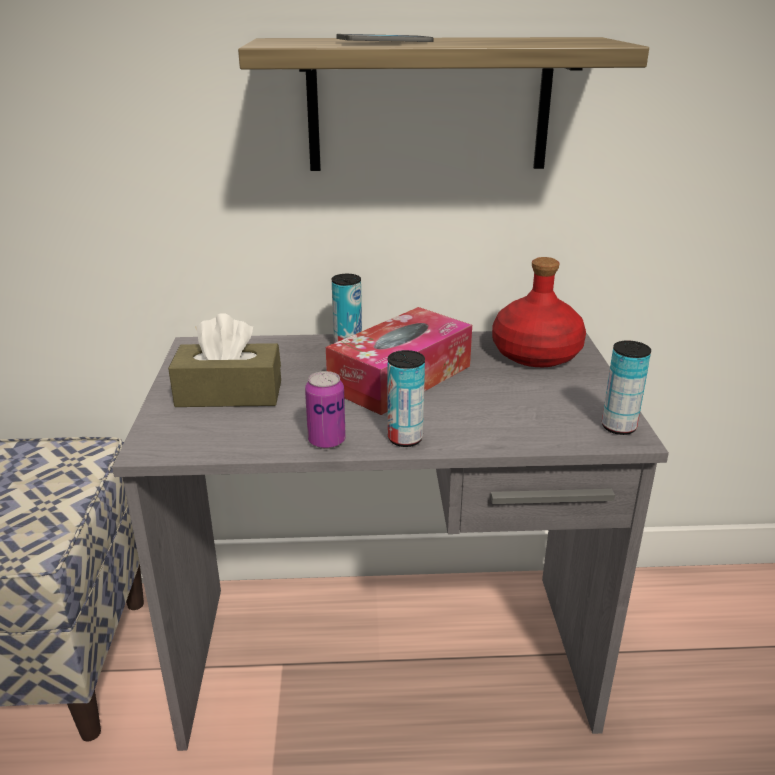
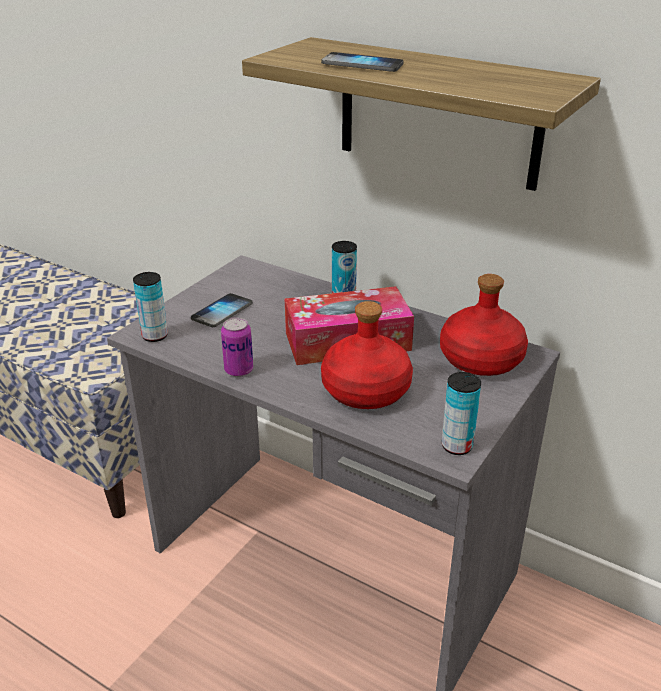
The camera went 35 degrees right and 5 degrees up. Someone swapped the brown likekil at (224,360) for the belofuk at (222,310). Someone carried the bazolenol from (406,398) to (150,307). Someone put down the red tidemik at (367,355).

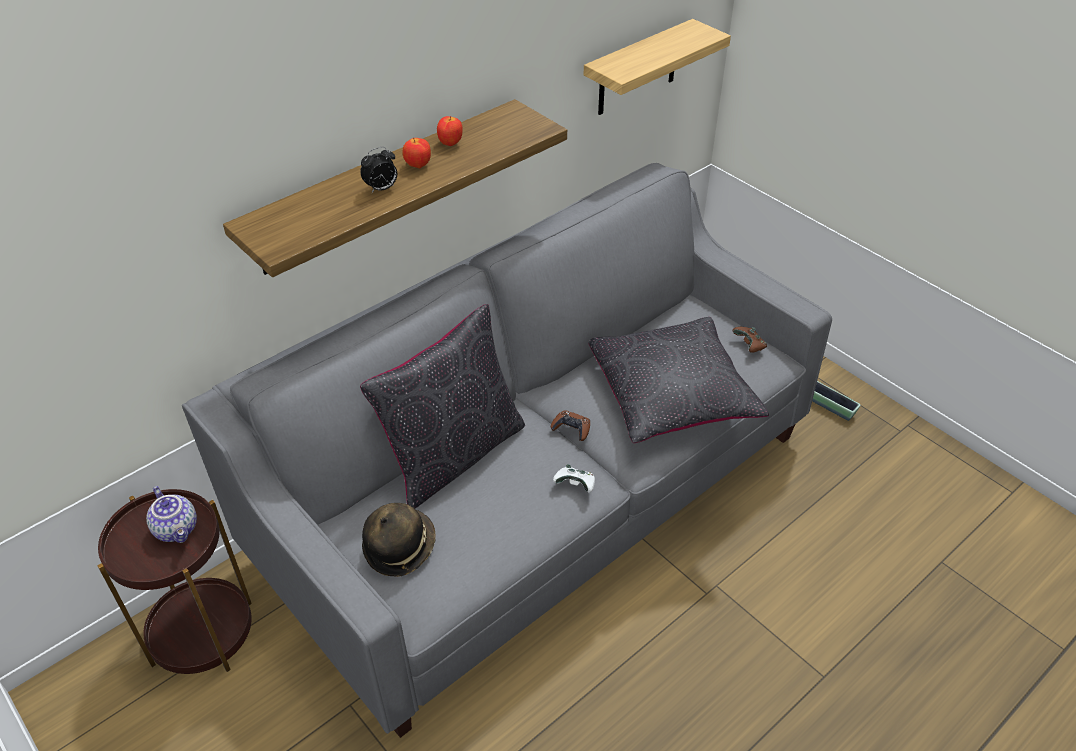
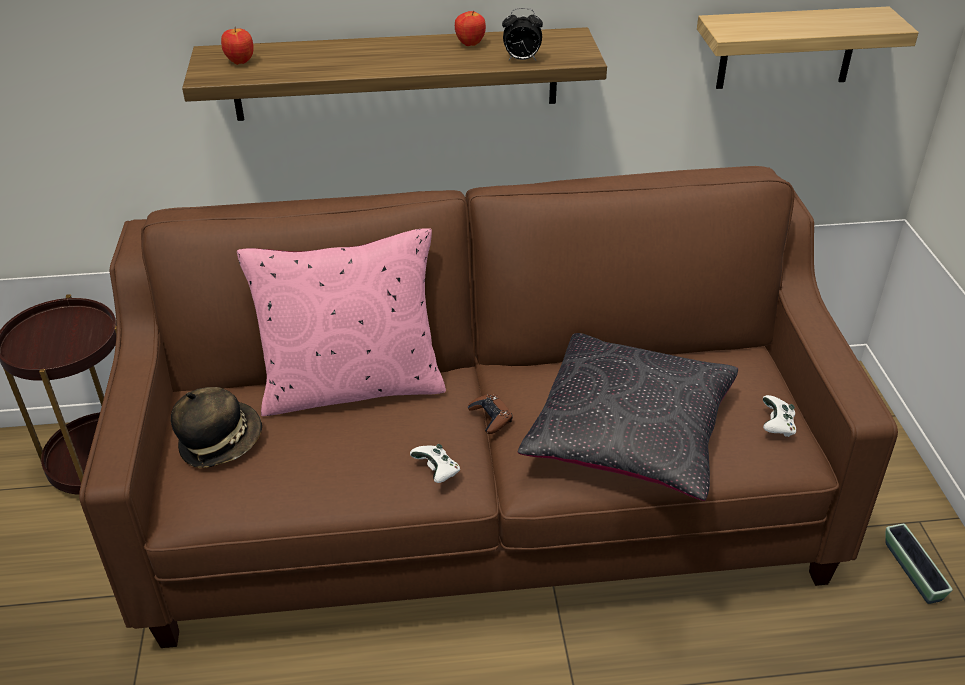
The camera went 35 degrees right and 5 degrees down. Someone took away the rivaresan at (171,514). Someone repainted the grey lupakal at (507,450), which became the brown lupakal at (488,407). Someone carried the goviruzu from (378,170) to (522,34). Someone repainted the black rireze at (442,406), which became the pink rireze at (341,322). Someone carried the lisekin from (416,153) to (237,46). Someone repainted the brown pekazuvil at (750,340), which became the white pekazuvil at (779,416).

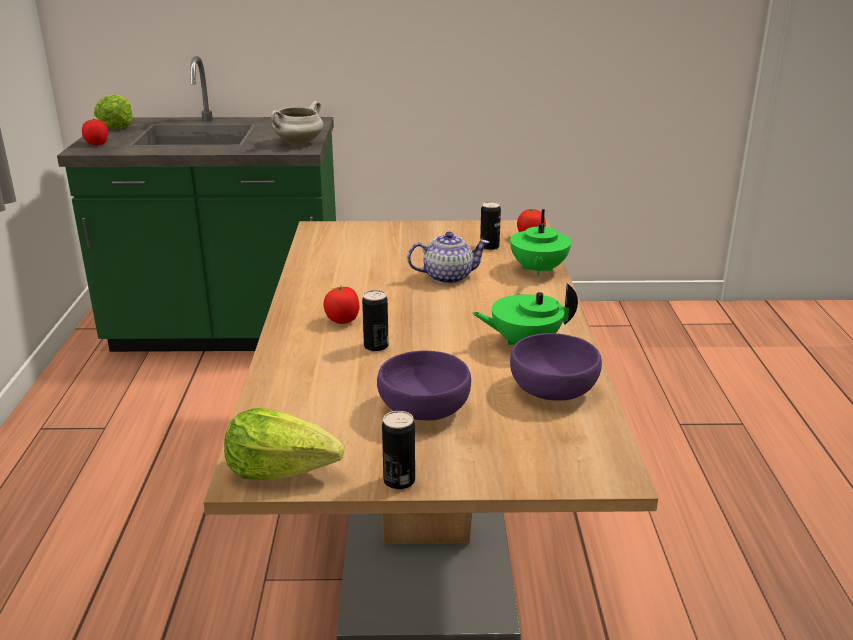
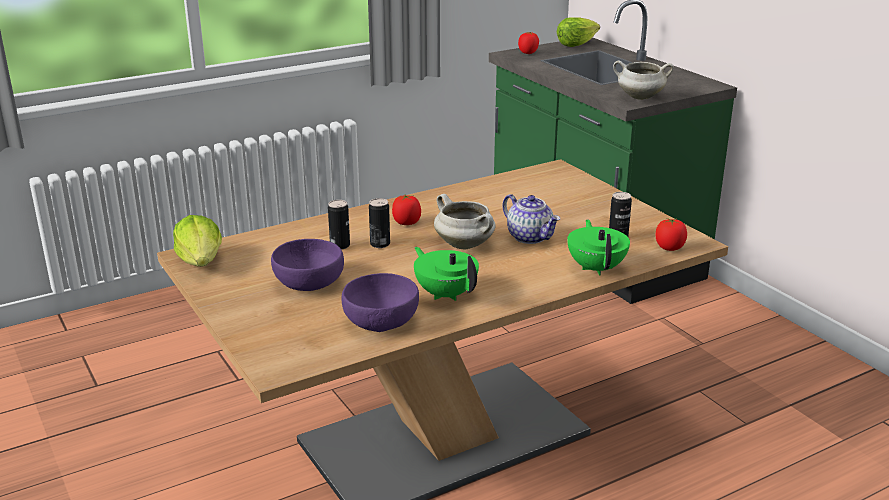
The camera went 60 degrees right and 0 degrees up. Someone carried the bazolenol from (398,450) to (339,225). Someone rotated the green rivaresan at (540,242) by 105 degrees clockwise. Someone put down the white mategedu at (465,221).

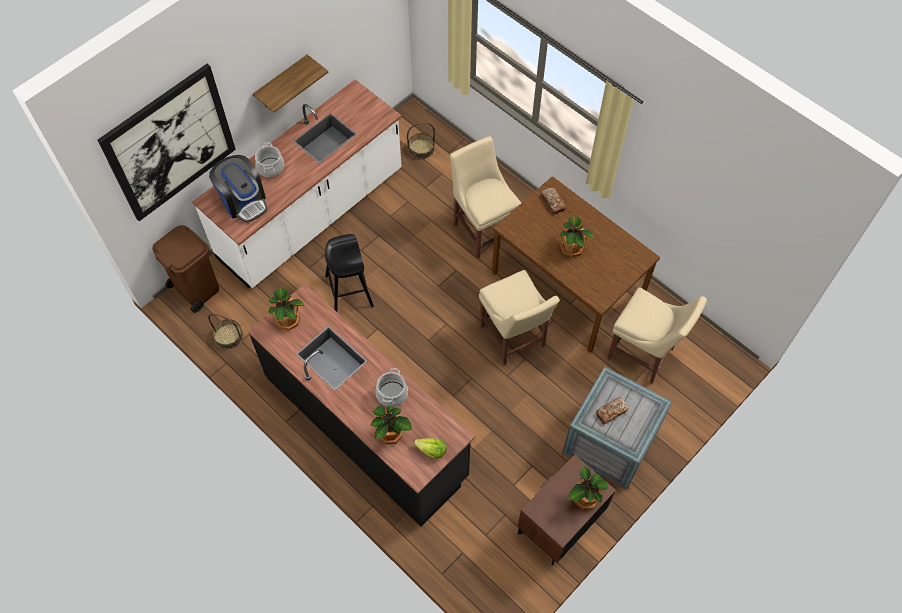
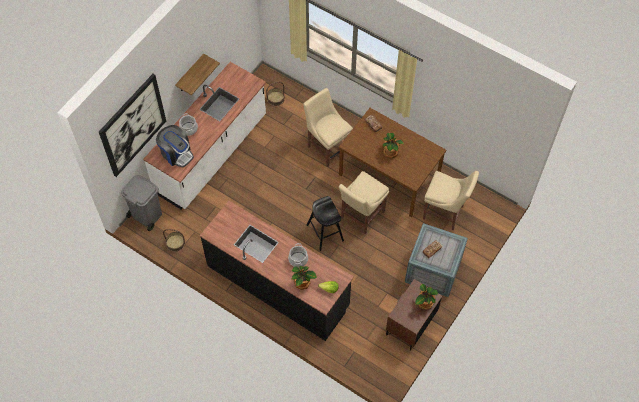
The camera went 10 degrees left and 0 degrees up. Someone repainted the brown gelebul at (185,269), which became the grey gelebul at (141,203). Someone took away the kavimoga at (287,309). Someone carried the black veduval from (349,273) to (325,223). Someone rotated the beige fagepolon at (519,317) by 75 degrees clockwise.

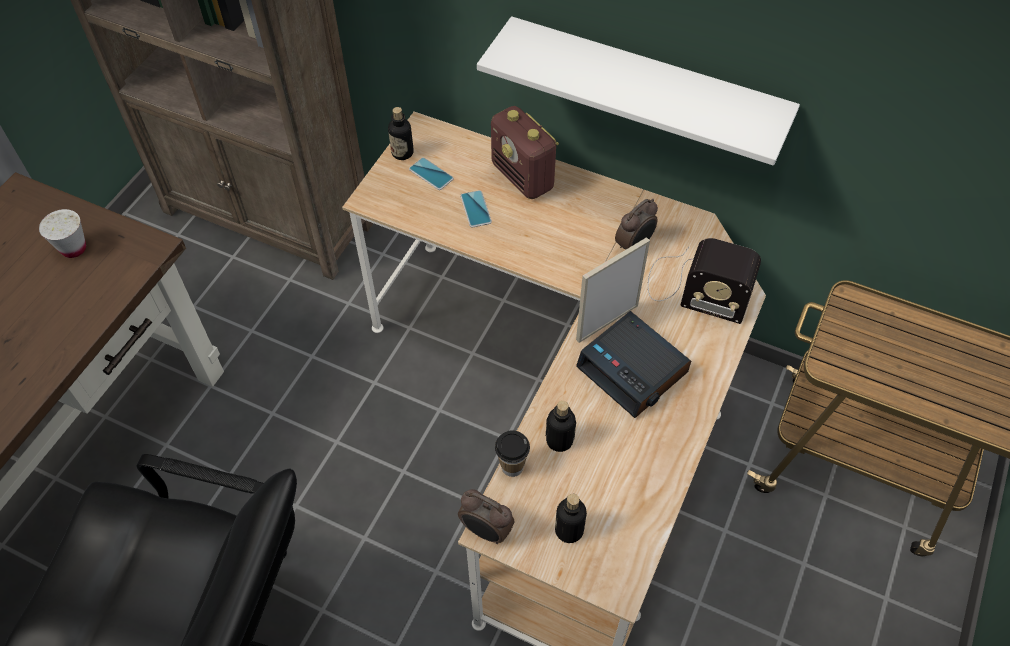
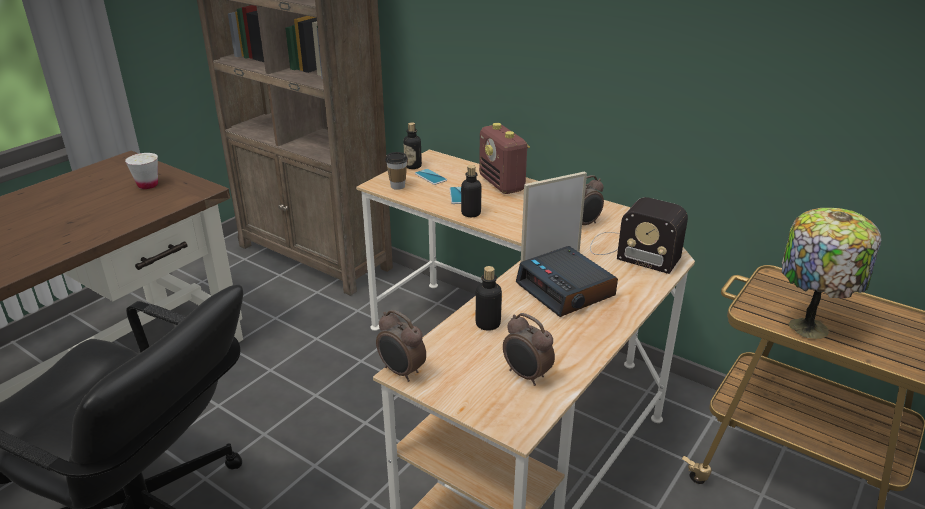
The camera went 10 degrees right and 25 degrees down. Someone took away the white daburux at (638,91). Someone carried the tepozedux from (512,453) to (396,171). Someone carried the tidemik from (571,518) to (471,191). Someone put down the goviruzu at (529,349). Someone put down the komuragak at (831,273).

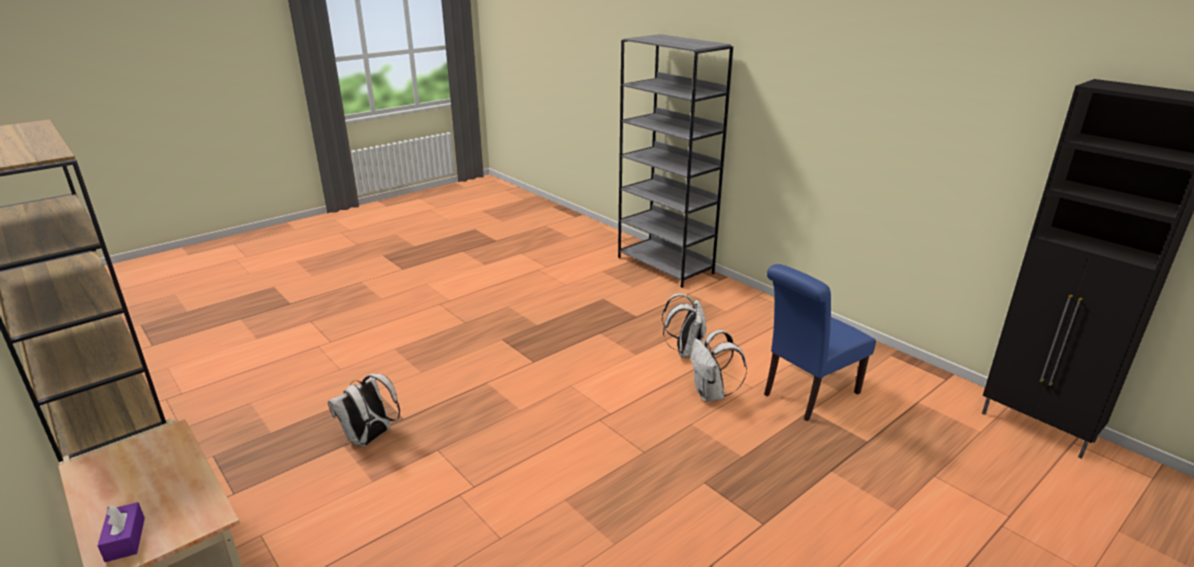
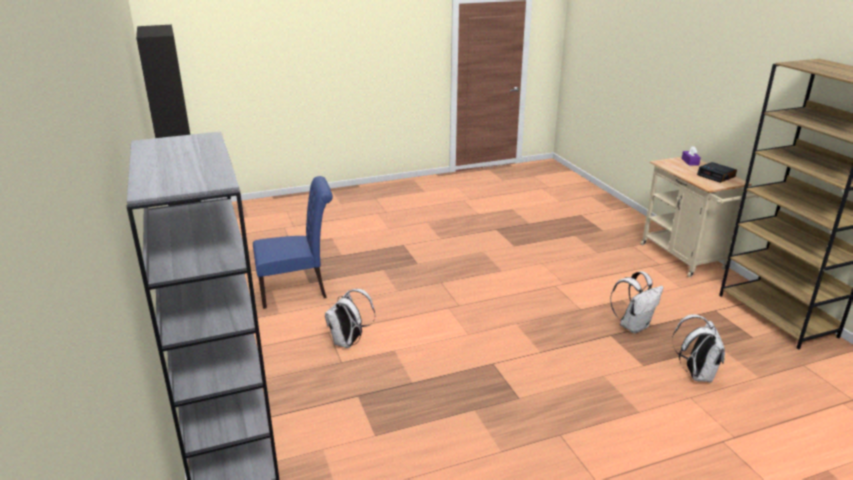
The camera went 160 degrees left and 0 degrees up. Someone carried the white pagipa from (719,366) to (698,348). Someone put down the goviruzu at (717,172).

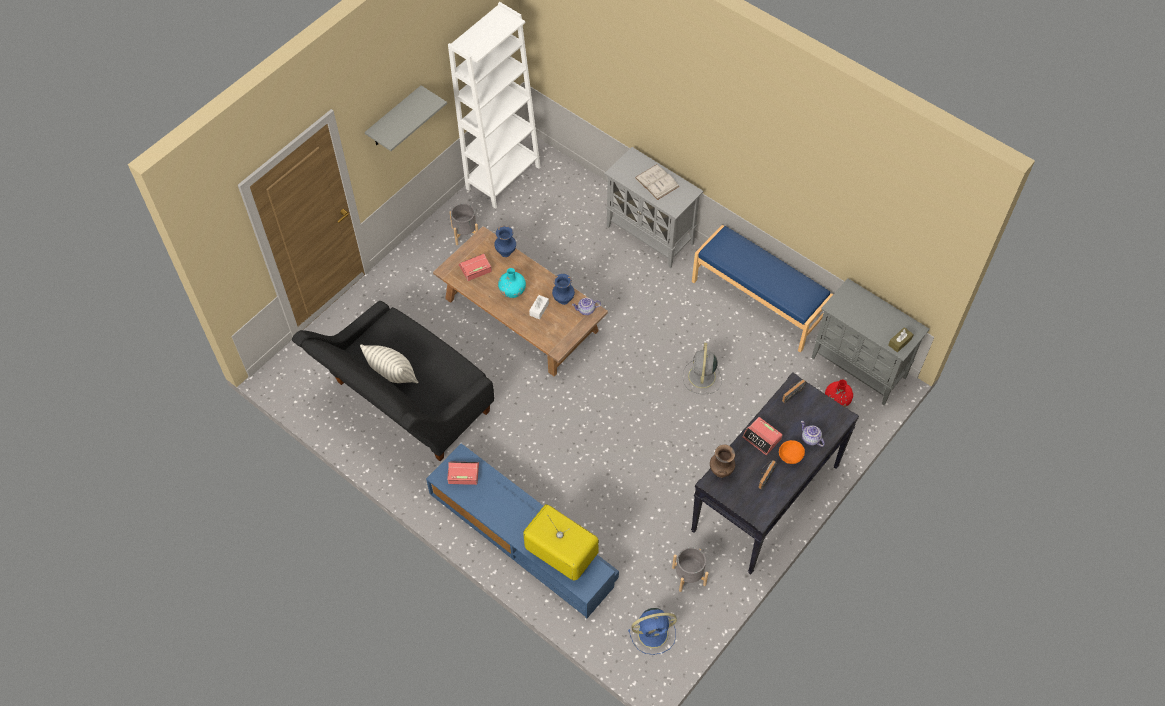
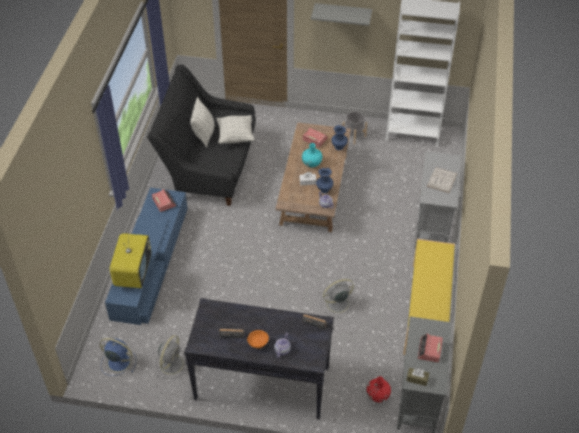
The camera went 60 degrees right and 10 degrees down. Someone rotated the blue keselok at (652,631) by 150 degrees clockwise. Someone swapped the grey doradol at (690,569) for the grey keselok at (172,357). Someone repainted the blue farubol at (762,289), which became the yellow farubol at (429,297). Someone took away the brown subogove at (722,461). Someone carried the goviruzu from (762,436) to (430,348). Someone put down the rireze at (235,129).

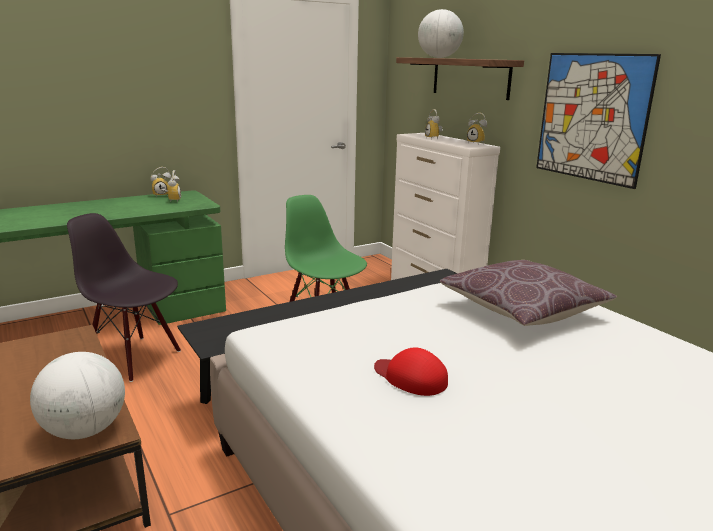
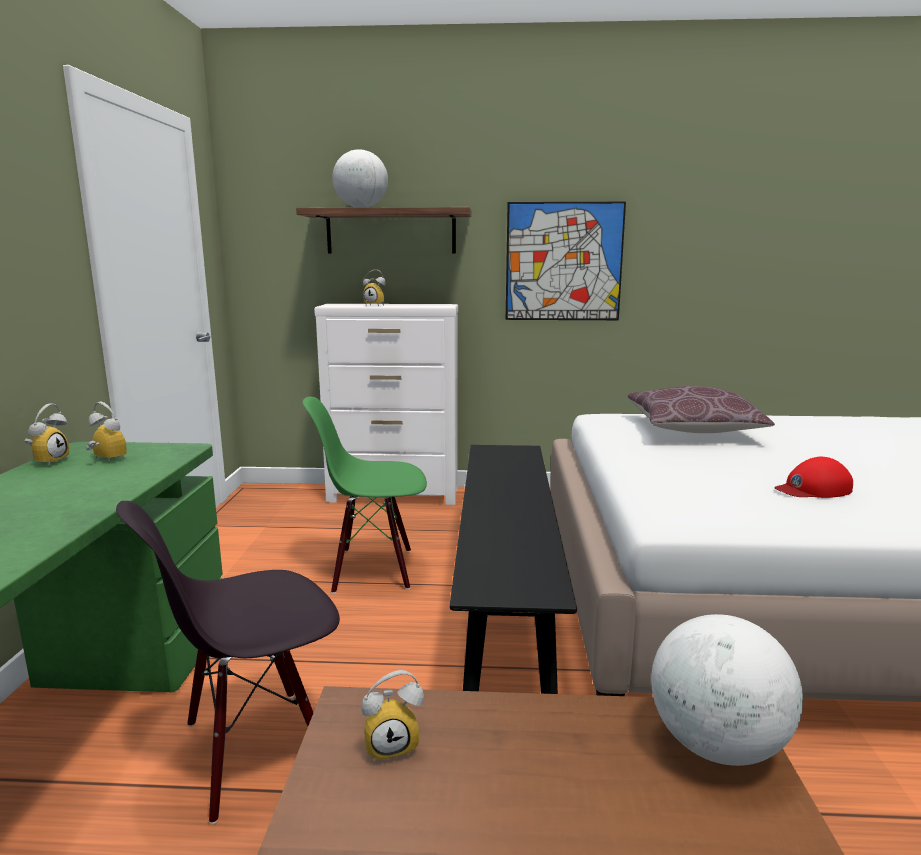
The camera went 55 degrees left and 5 degrees down. Someone carried the goviruzu from (477,128) to (392,716).

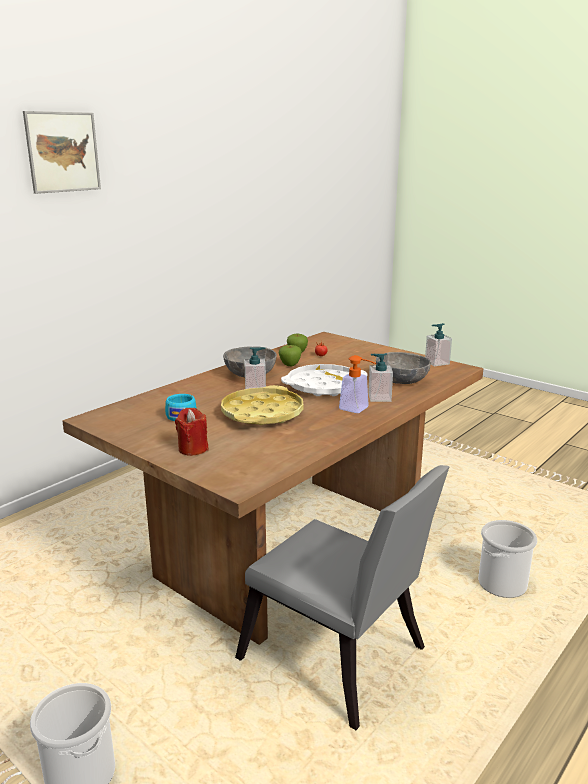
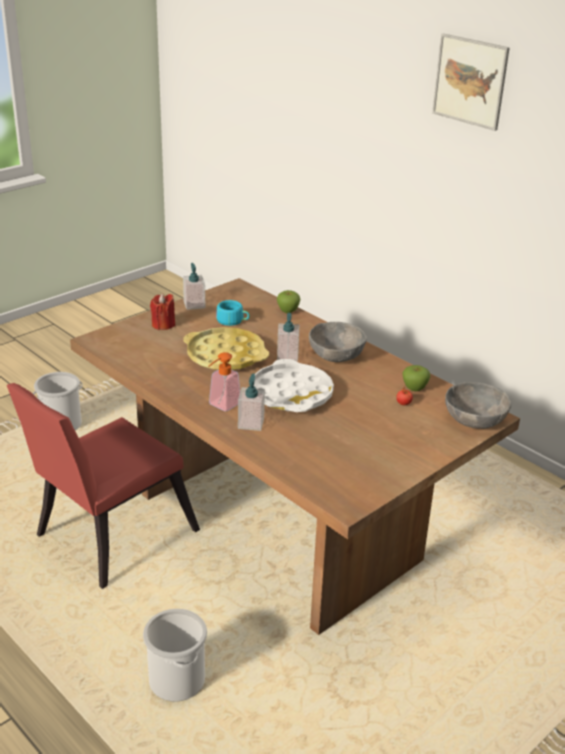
The camera went 95 degrees right and 10 degrees up. Someone repainted the grey fagepolon at (342,597), which became the red fagepolon at (103,486). Someone carried the lisekin from (290,355) to (288,301). Someone carried the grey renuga from (403,368) to (478,405). Someone carried the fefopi from (438,344) to (194,286).

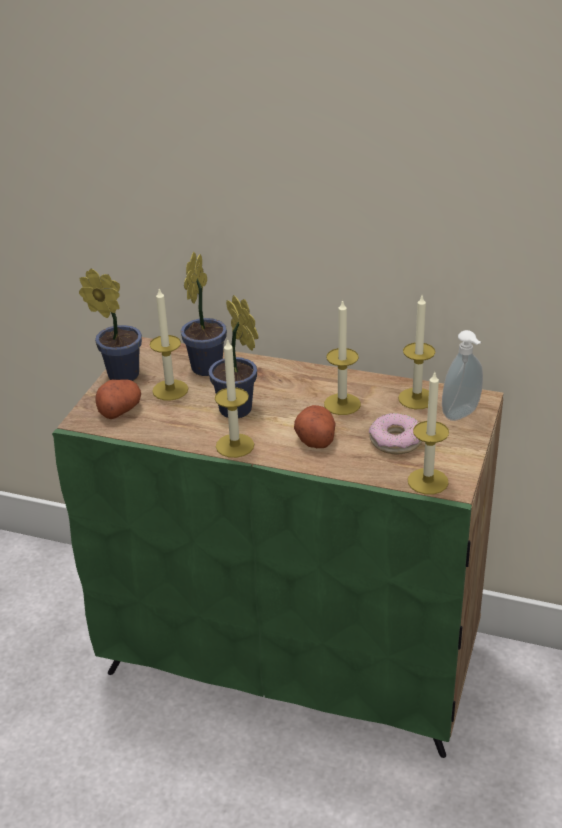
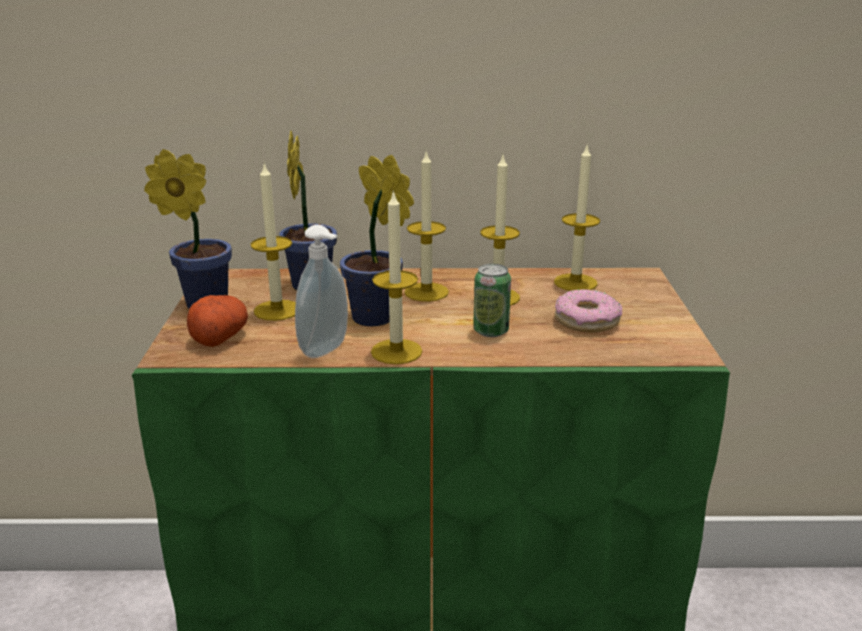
The camera went 20 degrees left and 10 degrees down. Someone swapped the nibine at (315,426) for the bazolenol at (492,300). Someone carried the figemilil from (428,433) to (426,226). Someone carried the fefopi from (462,375) to (321,291).

